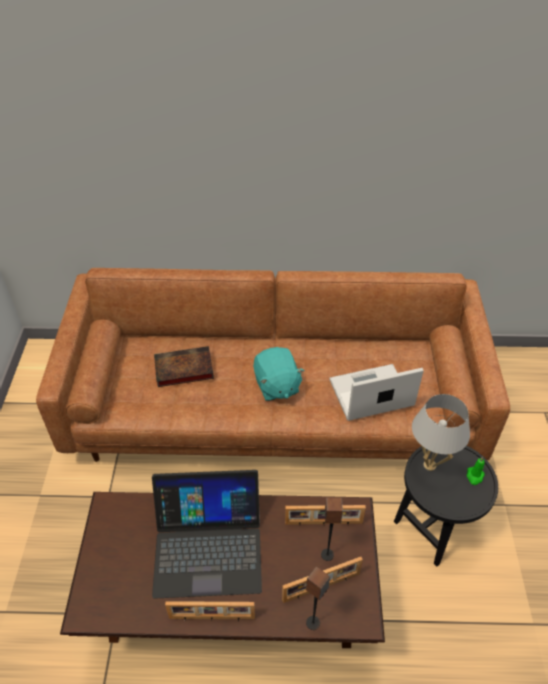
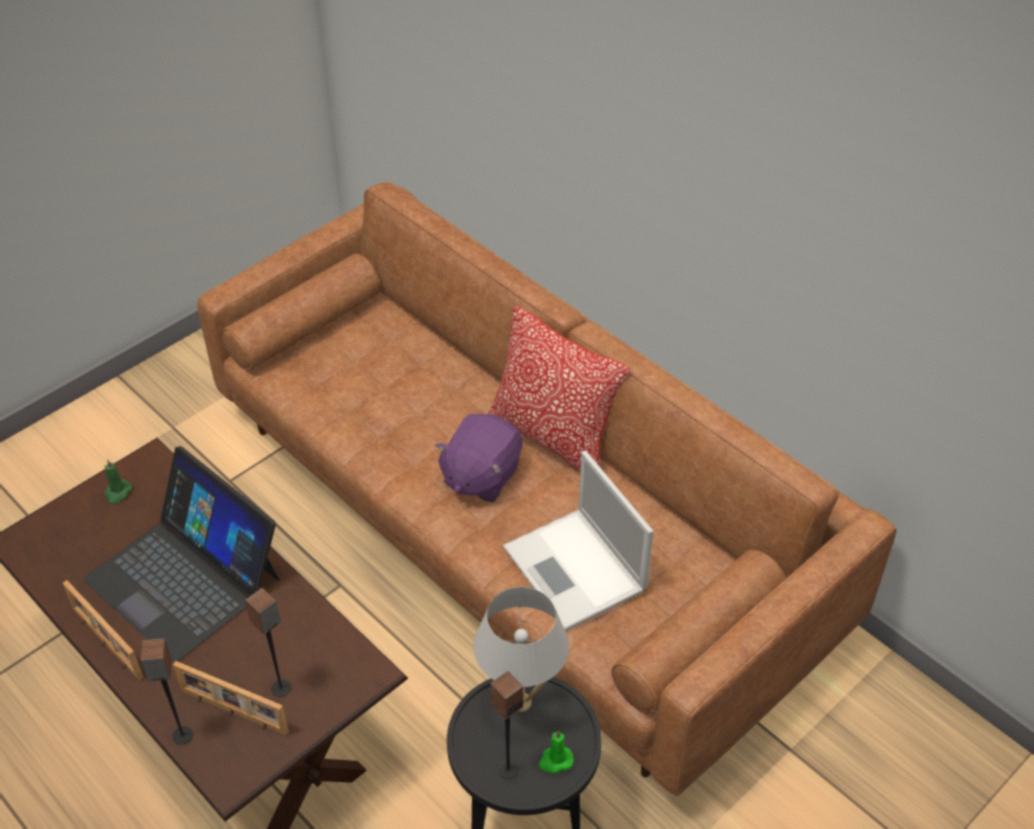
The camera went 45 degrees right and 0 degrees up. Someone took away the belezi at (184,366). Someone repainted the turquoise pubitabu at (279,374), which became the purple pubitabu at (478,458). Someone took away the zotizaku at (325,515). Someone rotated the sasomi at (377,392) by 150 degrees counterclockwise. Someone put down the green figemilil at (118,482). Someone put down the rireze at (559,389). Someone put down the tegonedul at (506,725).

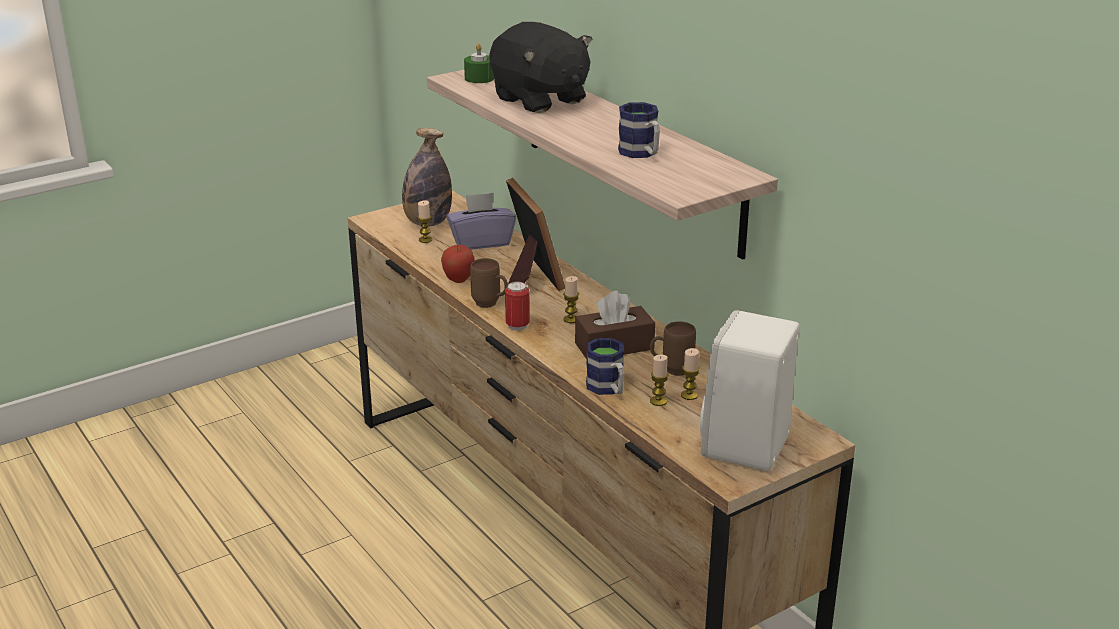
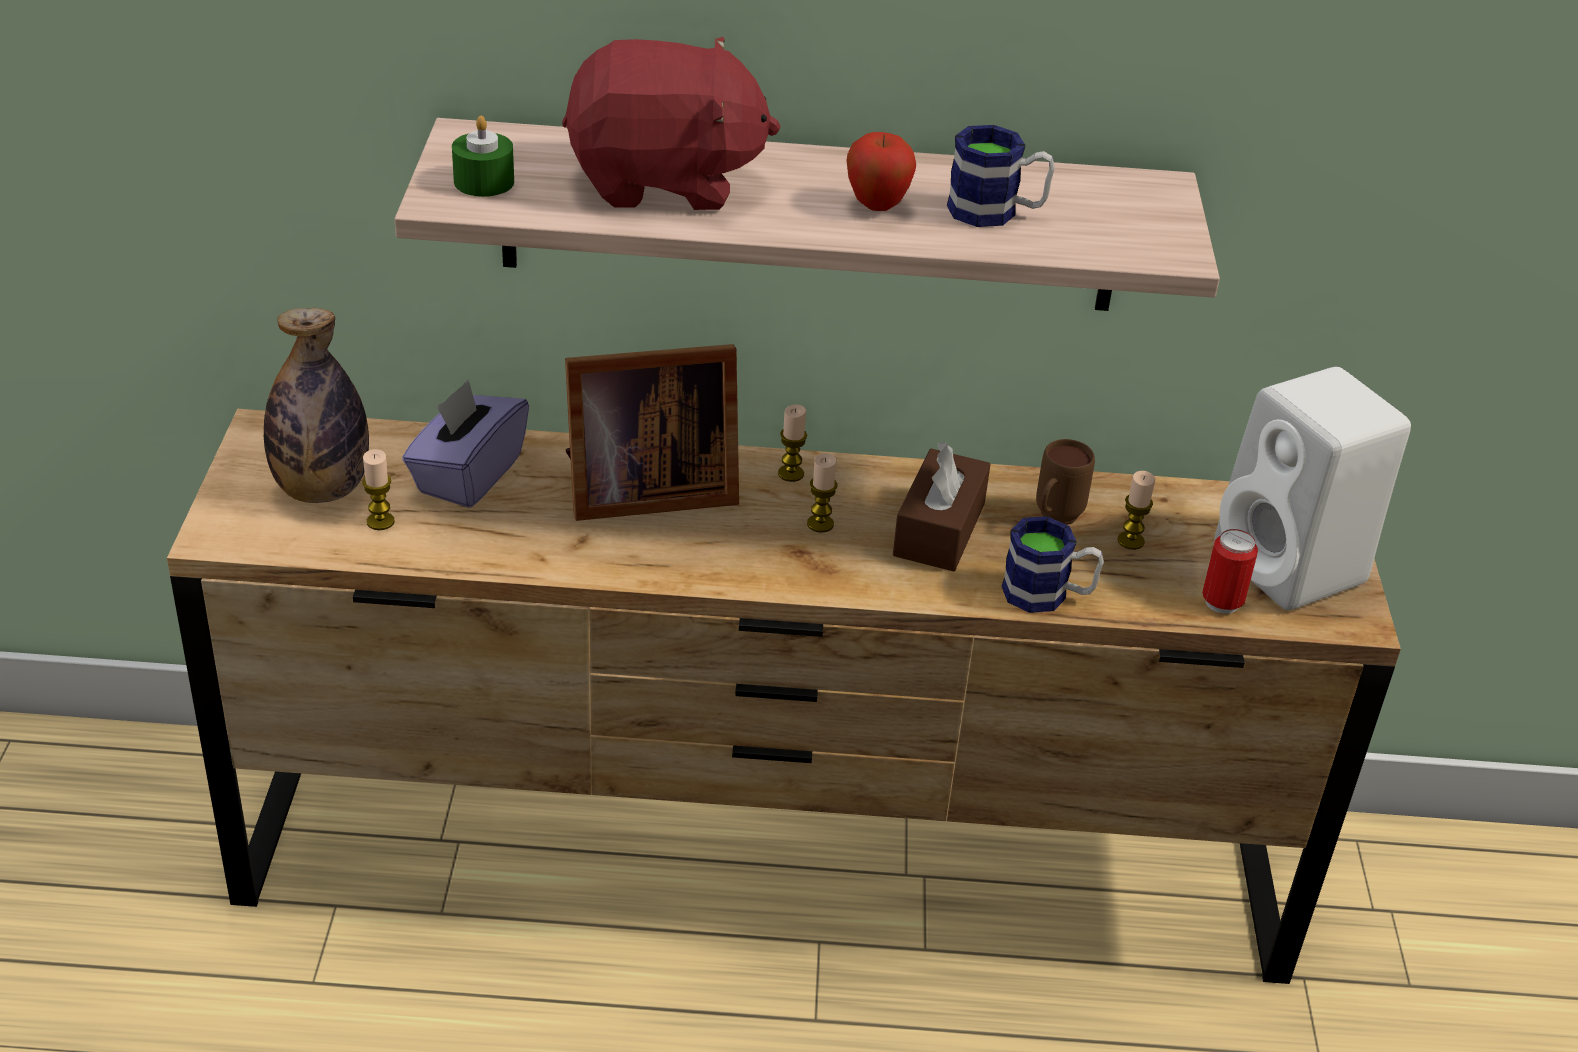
The camera went 55 degrees left and 10 degrees up. Someone carried the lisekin from (458,263) to (881,171). Someone took away the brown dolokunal at (489,283). Someone repainted the black pubitabu at (541,67), which became the red pubitabu at (671,123). Someone carried the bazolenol from (517,306) to (1230,571). Someone rotated the zotizaku at (535,234) by 150 degrees clockwise. Someone carried the figemilil from (659,380) to (792,443).

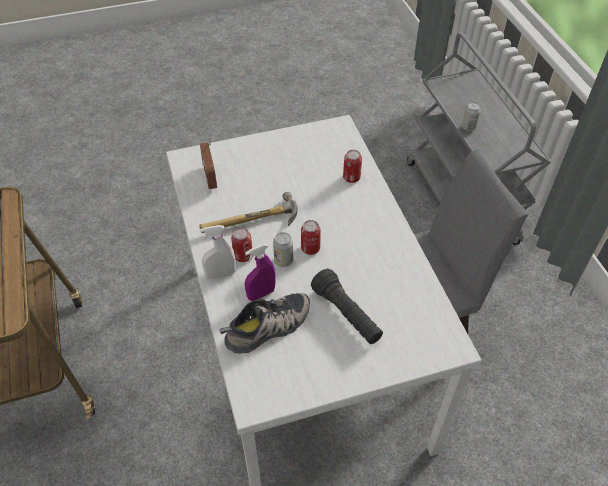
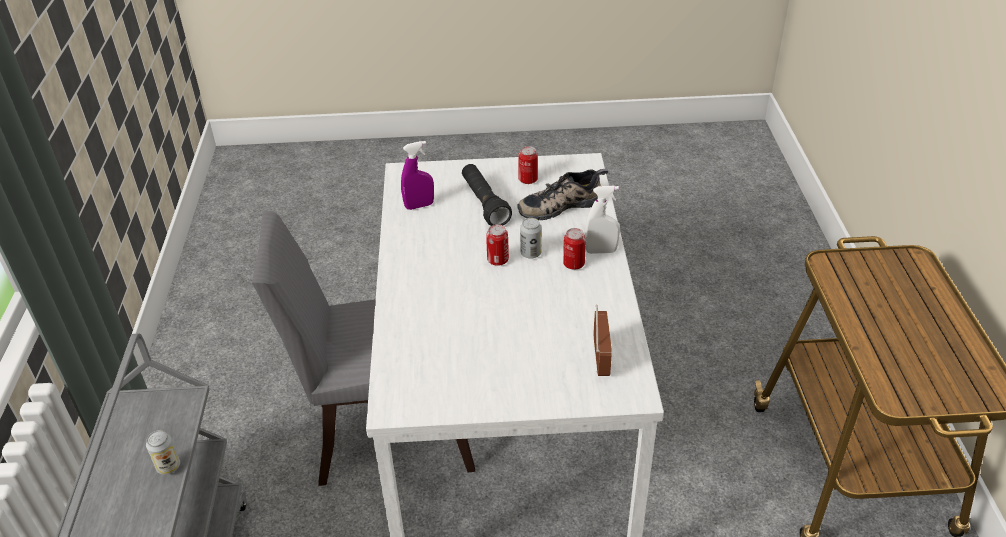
The camera went 165 degrees left and 10 degrees down. Someone took away the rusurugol at (248,212). Someone carried the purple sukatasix from (260,272) to (417,175). Someone carried the bazolenol from (352,166) to (528,165).

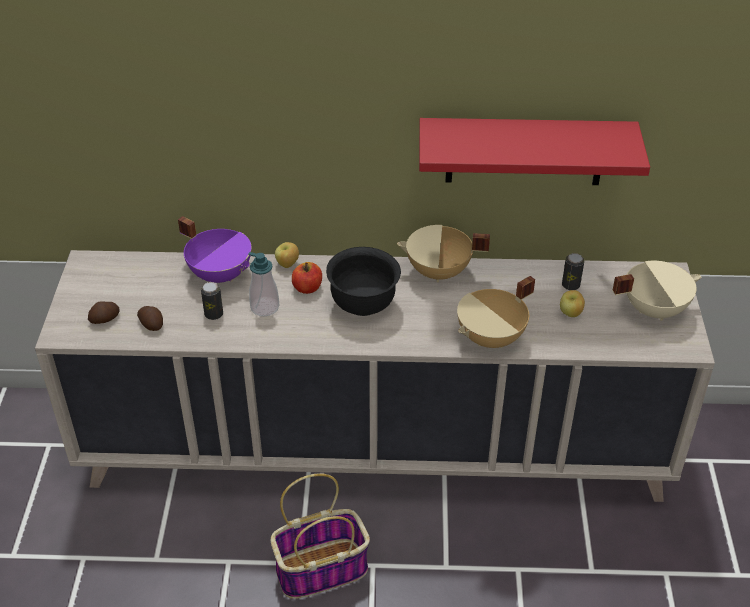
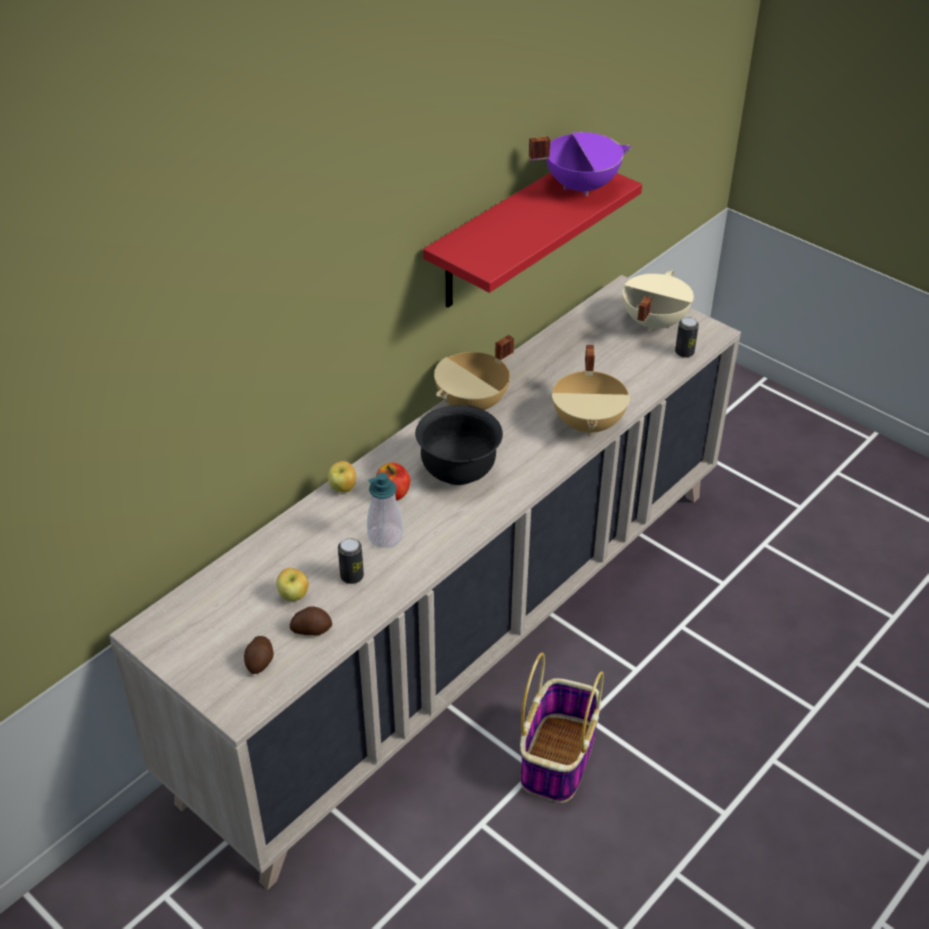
The camera went 50 degrees left and 0 degrees up. Someone carried the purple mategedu from (214,249) to (580,164). Someone carried the lisekin from (572,303) to (292,584). Someone carried the bazolenol from (573,271) to (687,337).

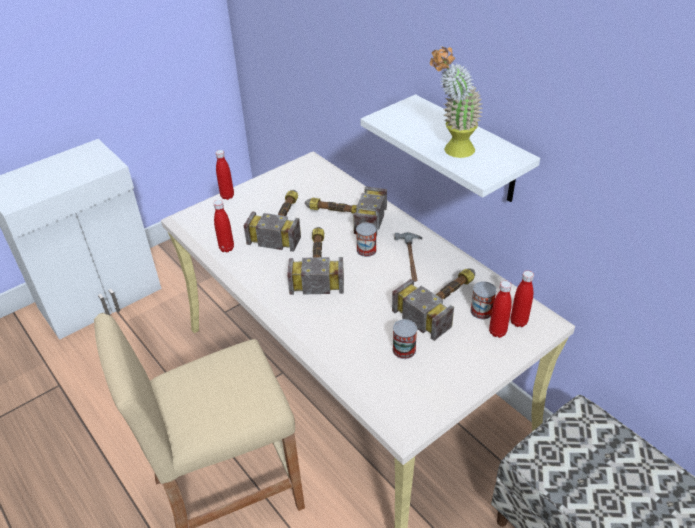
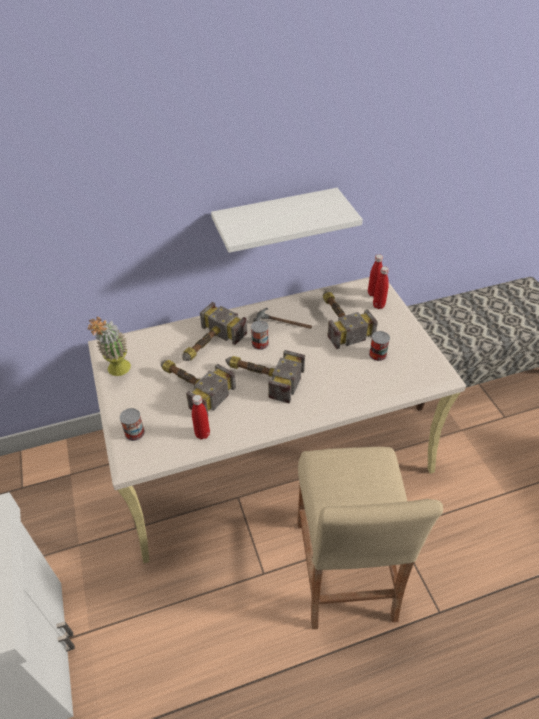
The camera went 70 degrees left and 5 degrees up. Someone took away the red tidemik at (224,175). Someone carried the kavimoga from (456,102) to (109,346). Someone carried the bazolenol from (483,300) to (132,424).

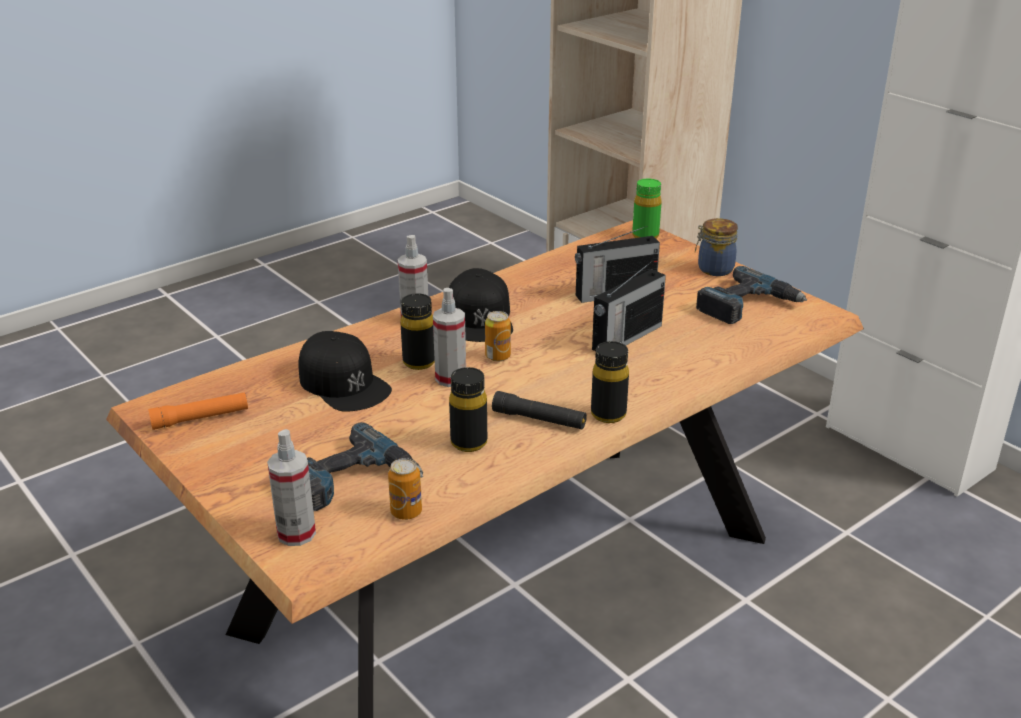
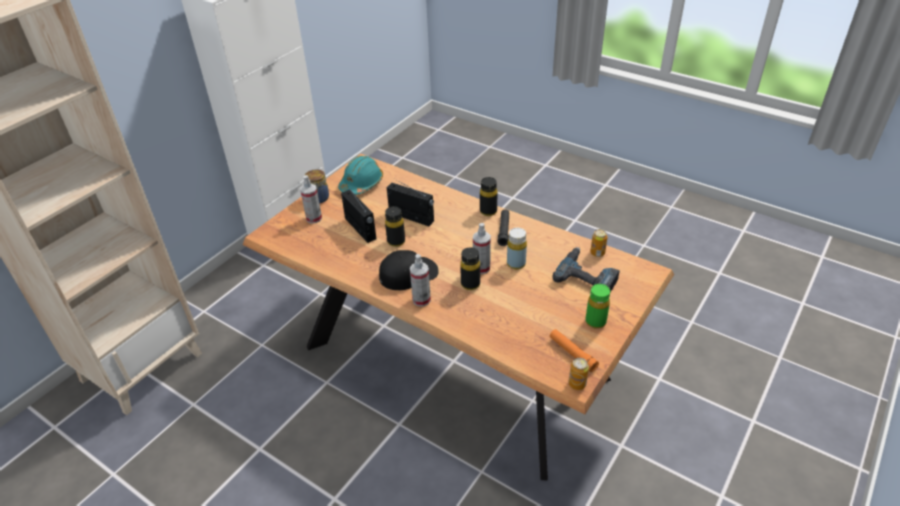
The camera went 105 degrees left and 10 degrees up. Someone carried the sukatasix from (291,487) to (311,199). Someone took away the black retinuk at (345,371). Someone carried the black tidemik from (468,409) to (395,226). Someone carried the bazolenol from (498,336) to (579,374). Someone carried the green tidemik from (647,208) to (598,306). Someone swapped the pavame at (751,295) for the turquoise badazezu at (360,175). Someone put down the yellow tidemik at (517,248).

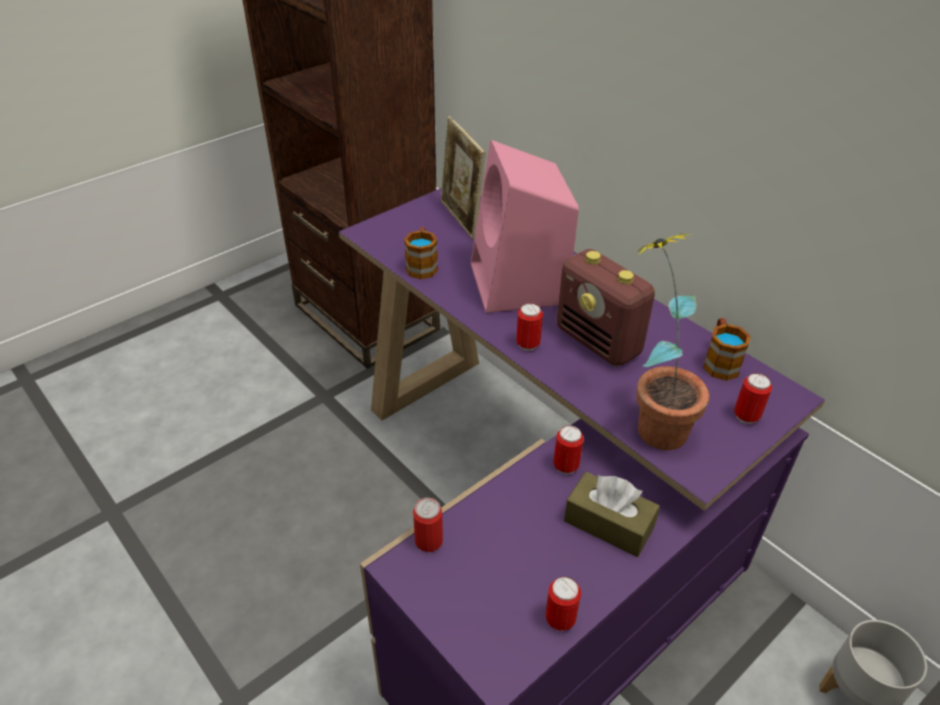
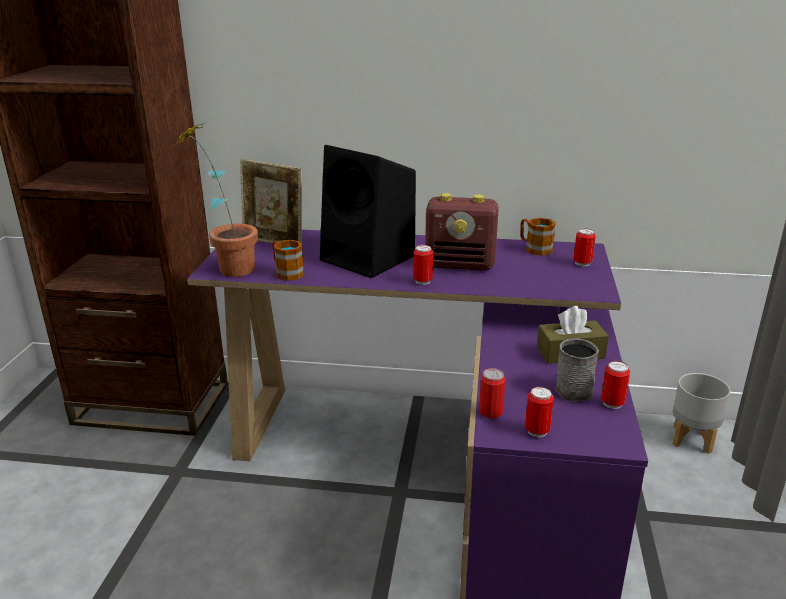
The camera went 40 degrees left and 15 degrees down. Someone repainted the pink tegonedul at (525,226), which became the black tegonedul at (368,211). Someone carried the bazolenol from (569,449) to (539,412). Someone carried the kavimoga from (671,342) to (215,198). Someone put down the grey dolokunal at (577,370).

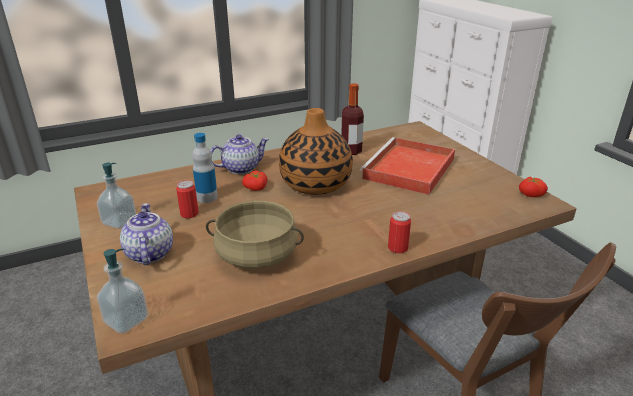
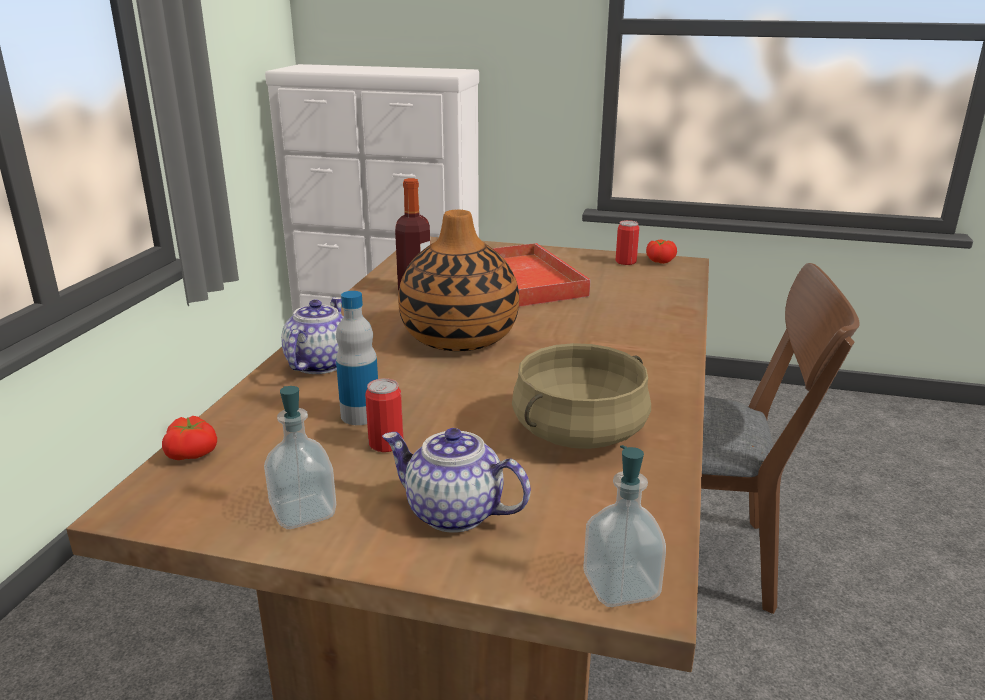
The camera went 50 degrees left and 5 degrees down. Someone carried the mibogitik from (254,181) to (189,438). Someone carried the bazolenol from (399,232) to (627,242).

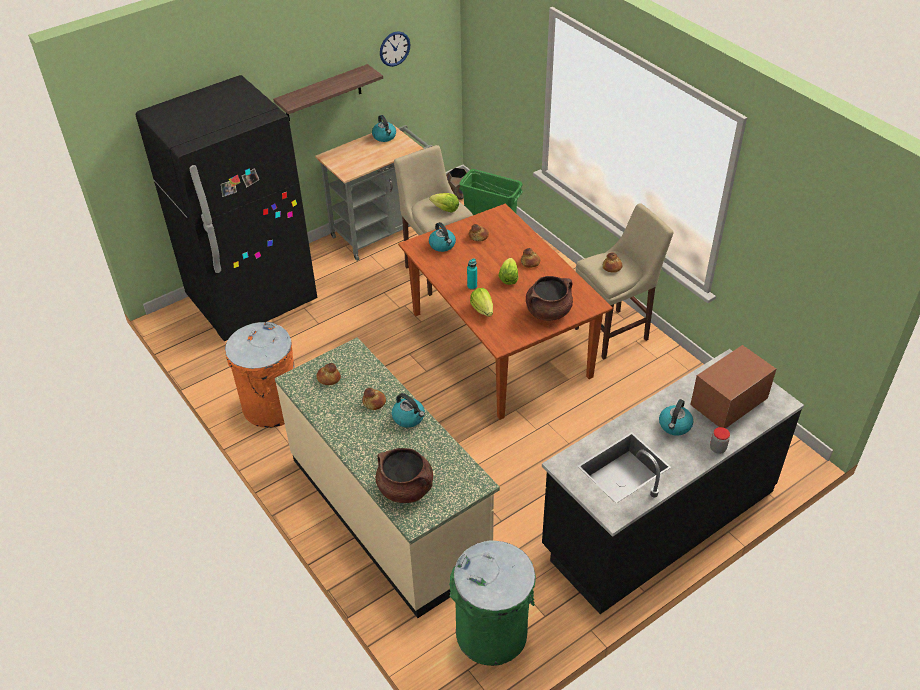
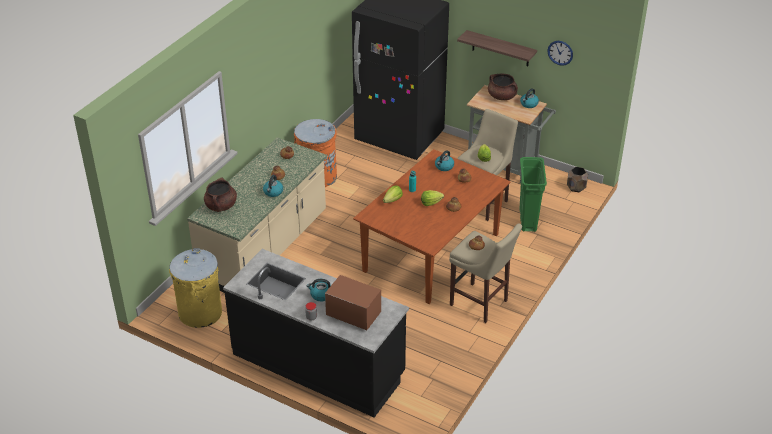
The camera went 65 degrees right and 5 degrees down. Someone repainted the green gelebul at (492,603), which became the yellow gelebul at (195,288). Someone carried the brown mategedu from (549,298) to (503,86).

